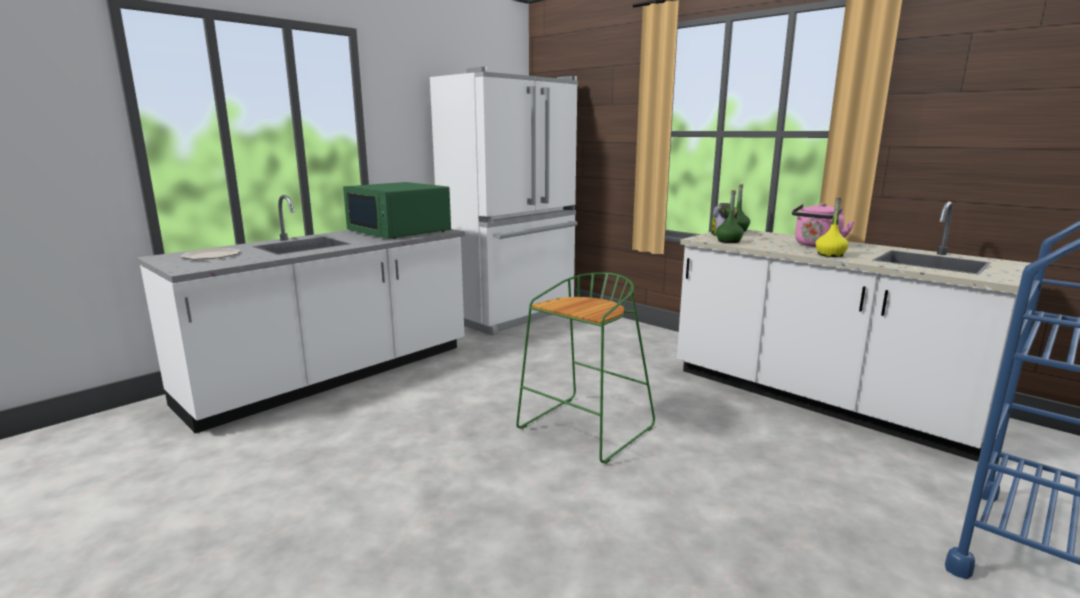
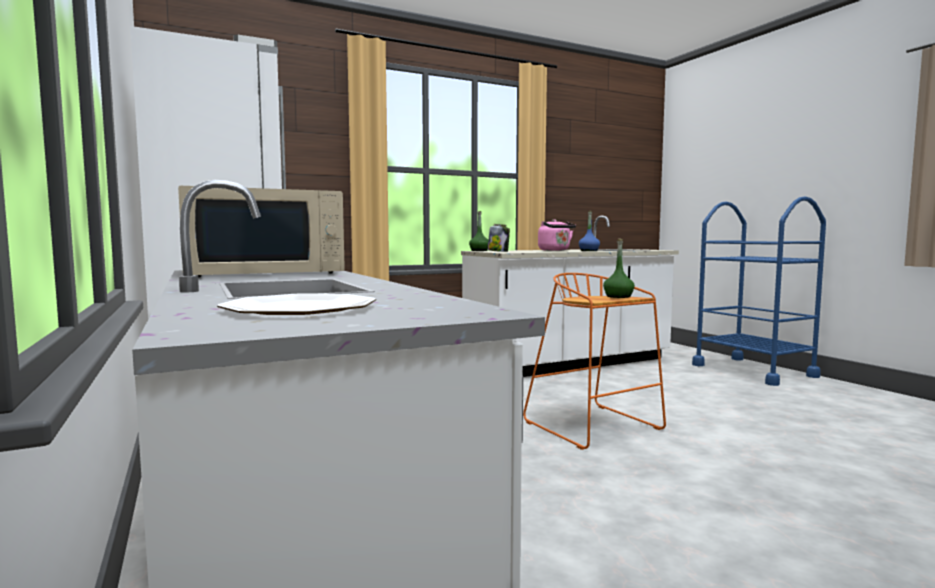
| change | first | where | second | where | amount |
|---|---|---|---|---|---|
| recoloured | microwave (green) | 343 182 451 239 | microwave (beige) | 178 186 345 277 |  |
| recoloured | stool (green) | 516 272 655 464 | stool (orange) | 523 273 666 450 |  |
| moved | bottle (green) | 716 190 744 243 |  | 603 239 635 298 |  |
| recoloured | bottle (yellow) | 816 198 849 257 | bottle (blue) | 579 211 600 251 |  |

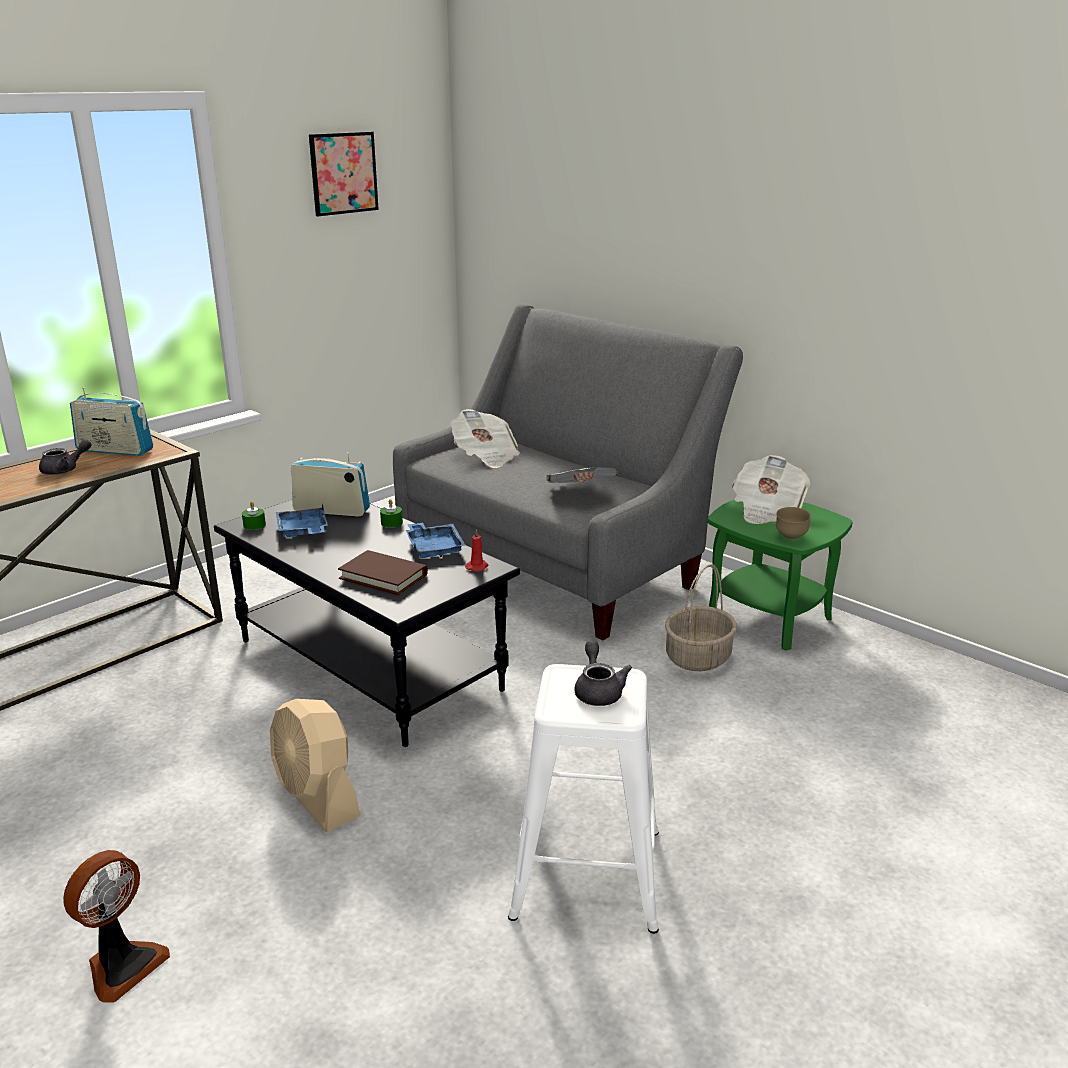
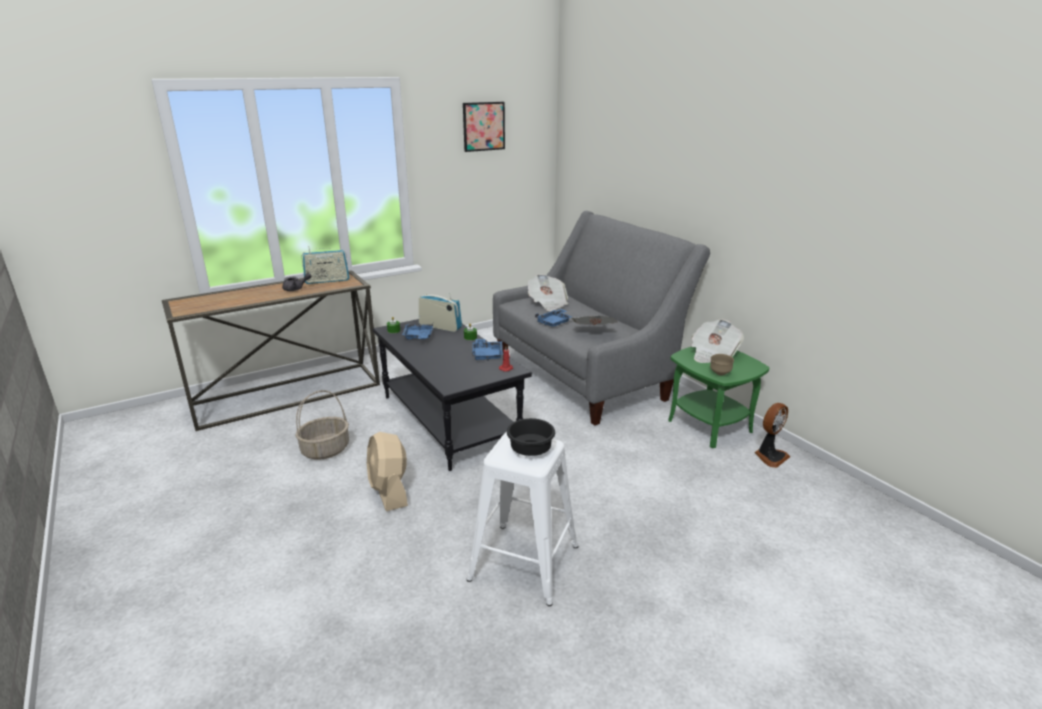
| change | first | where | second | where | amount |
|---|---|---|---|---|---|
| moved | fan | 63 850 170 1002 |  | 754 403 790 468 |  |
| turned | radio | 70 387 153 456 |  | 301 246 350 284 | 45 degrees counterclockwise |
| removed | book (brown) | 338 550 428 595 |  |  |  |
| replaced | teapot (grey) | 574 641 632 706 | bowl (black) | 507 418 555 456 |  |
| moved | basket | 665 564 737 671 |  | 295 390 349 460 |  |
| added |  |  | tray (blue) | 535 309 573 327 |  |

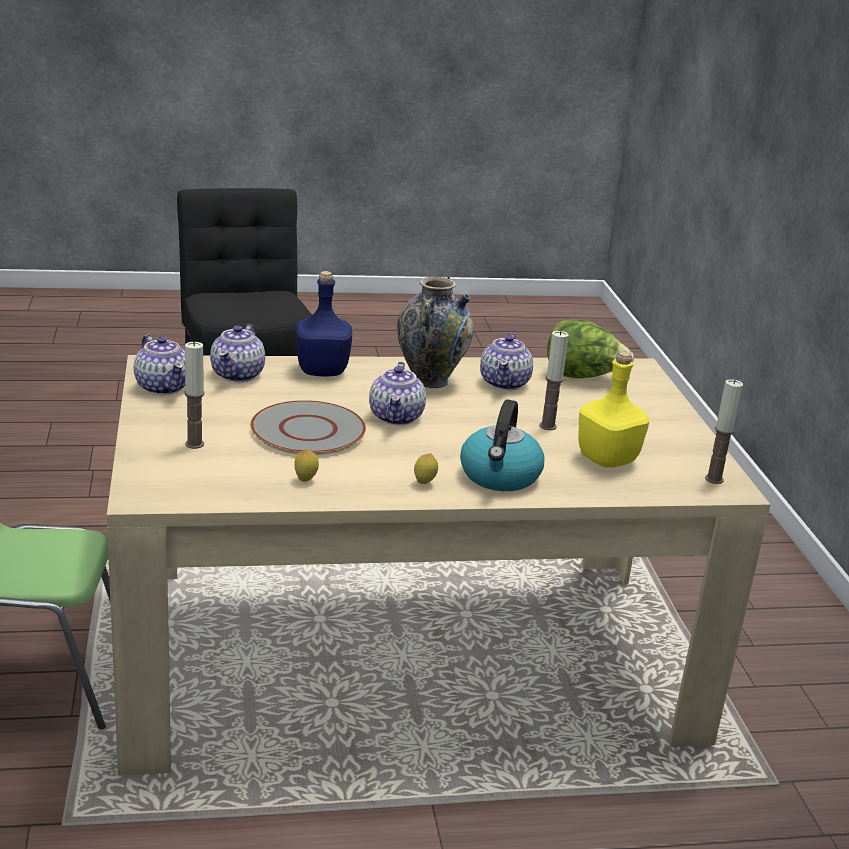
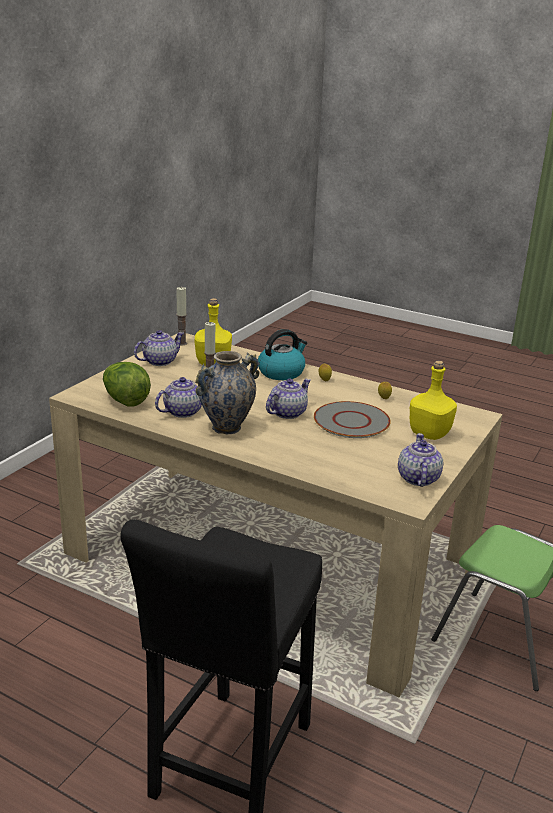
| change | first | where | second | where | amount |
|---|---|---|---|---|---|
| replaced | candle | 184 341 205 449 | bottle (yellow) | 410 361 457 440 |  |
| moved | teapot | 210 324 265 382 |  | 134 330 184 366 |  |
| removed | bottle (blue) | 296 271 352 376 |  |  |  |

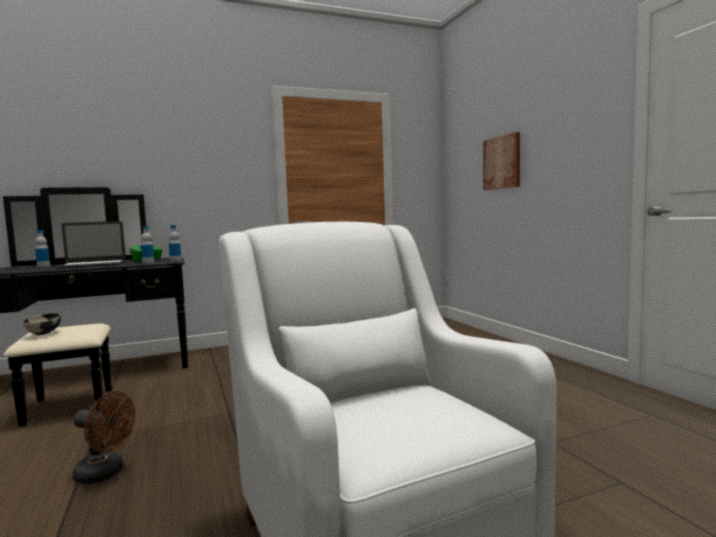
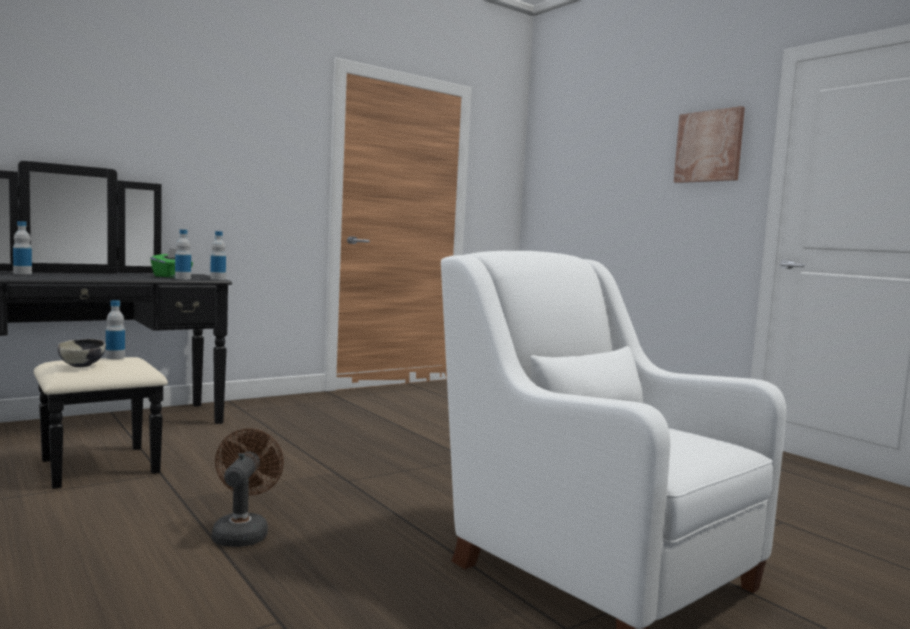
| change | first | where | second | where | amount |
|---|---|---|---|---|---|
| removed | laptop | 55 221 126 268 |  |  |  |
| turned | fan (brown) | 73 392 135 484 |  | 212 428 284 547 | 90 degrees counterclockwise |
| moved | picture | 483 132 520 190 |  | 674 106 745 183 |  |
| added |  |  | bottle | 106 300 125 359 |  |

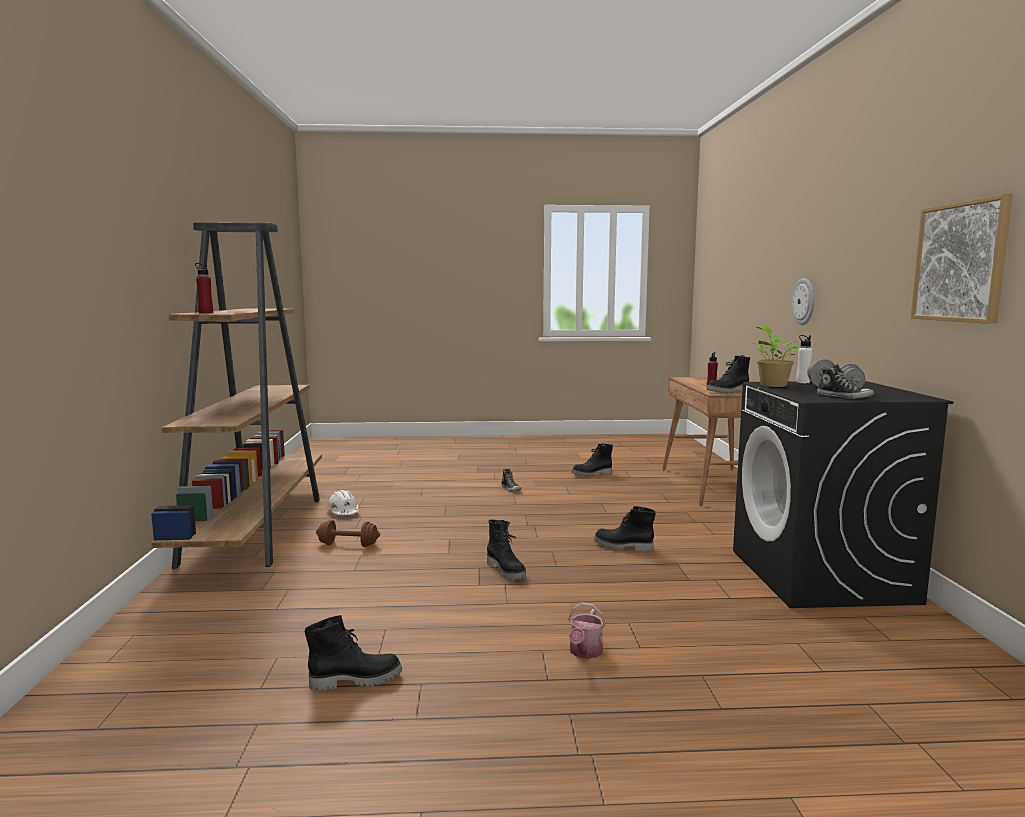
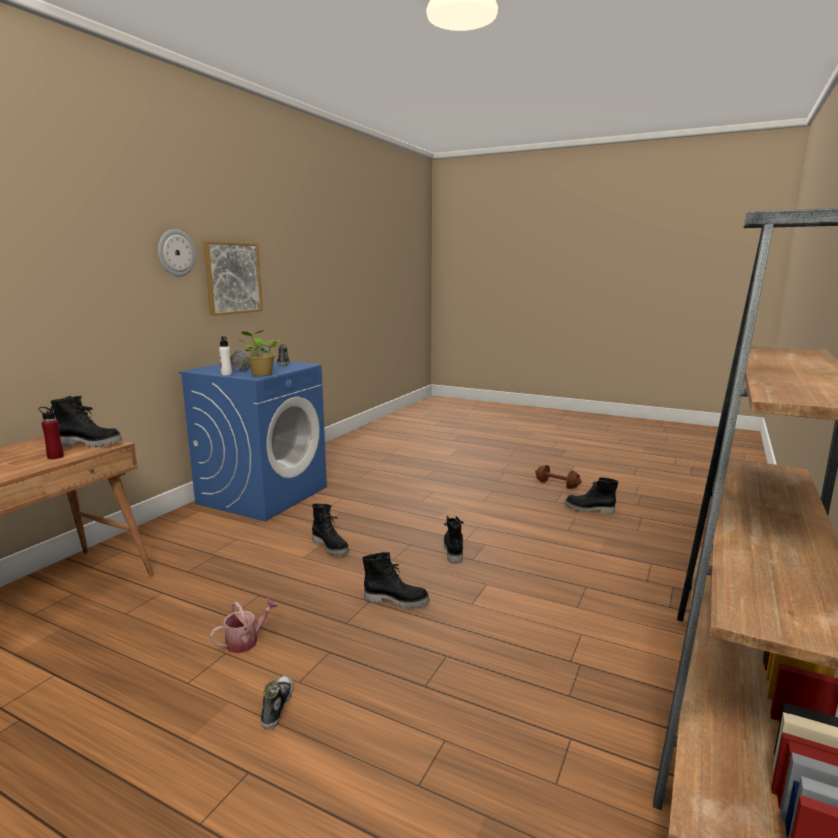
| change | first | where | second | where | amount |
|---|---|---|---|---|---|
| removed | bottle (red) | 195 263 213 314 |  |  |  |
| moved | dumbbell (brown) | 316 520 380 547 |  | 535 465 582 489 |  |
| removed | hard hat (white) | 326 490 359 515 |  |  |  |
| moved | watering can | 568 603 605 659 |  | 210 598 278 653 |  |
| moved | boot (black) | 572 443 613 477 |  | 362 552 430 609 |  |
| recoloured | washing machine (black) | 733 381 954 608 | washing machine (blue) | 179 360 327 522 |  |
| moved | wall clock | 792 278 815 325 |  | 158 229 196 277 |  |

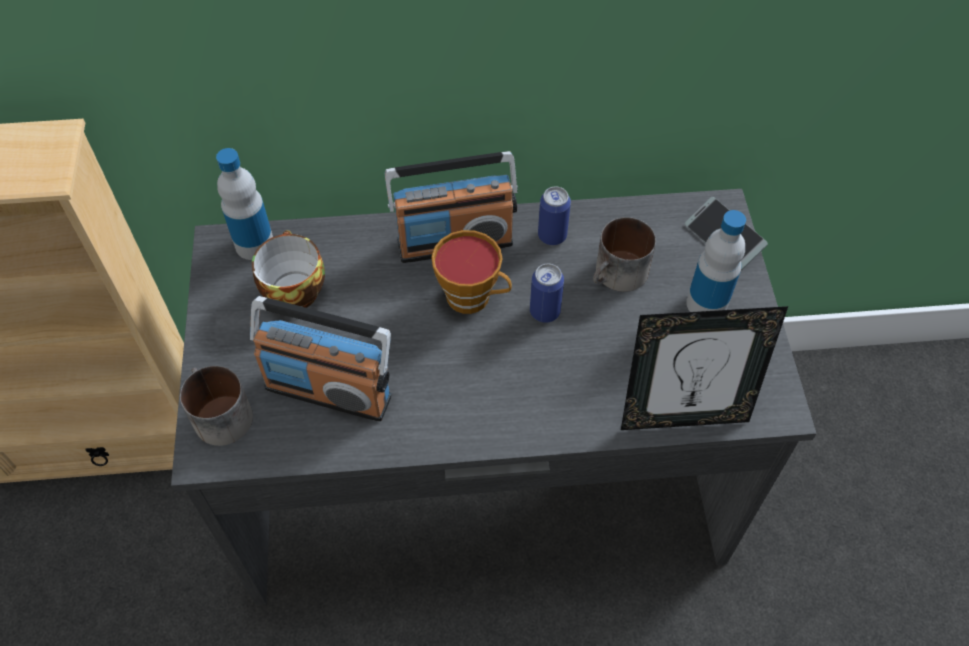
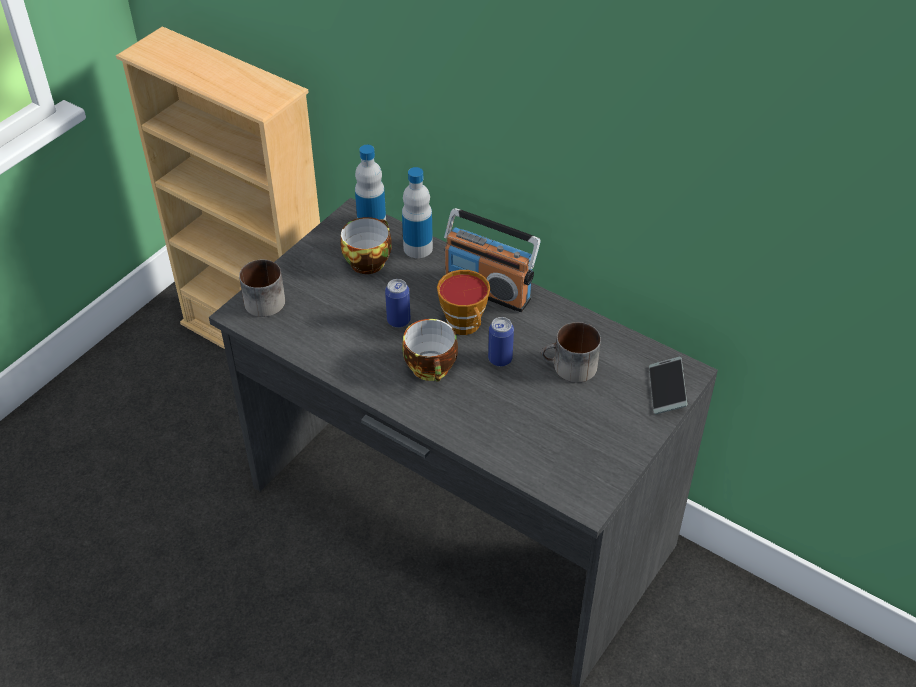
| change | first | where | second | where | amount |
|---|---|---|---|---|---|
| removed | radio | 250 296 392 422 |  |  |  |
| moved | can | 538 187 571 245 |  | 385 279 410 328 |  |
| removed | picture frame | 621 306 788 430 |  |  |  |
| moved | bottle | 686 210 746 312 |  | 402 167 433 258 |  |
| added |  |  | cup | 402 319 458 382 |  |

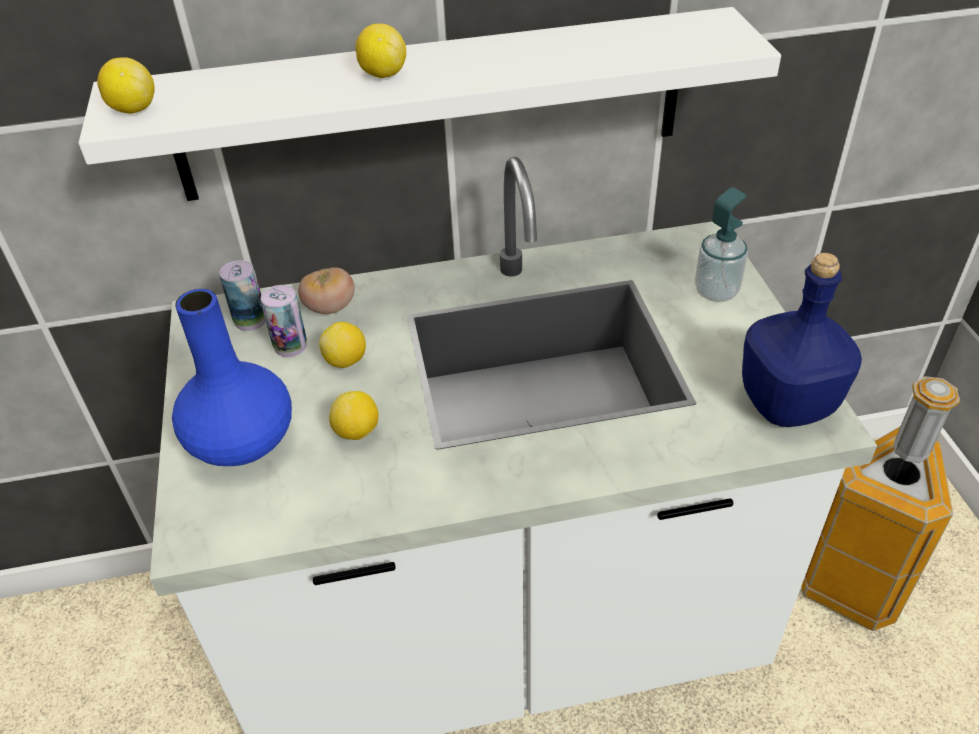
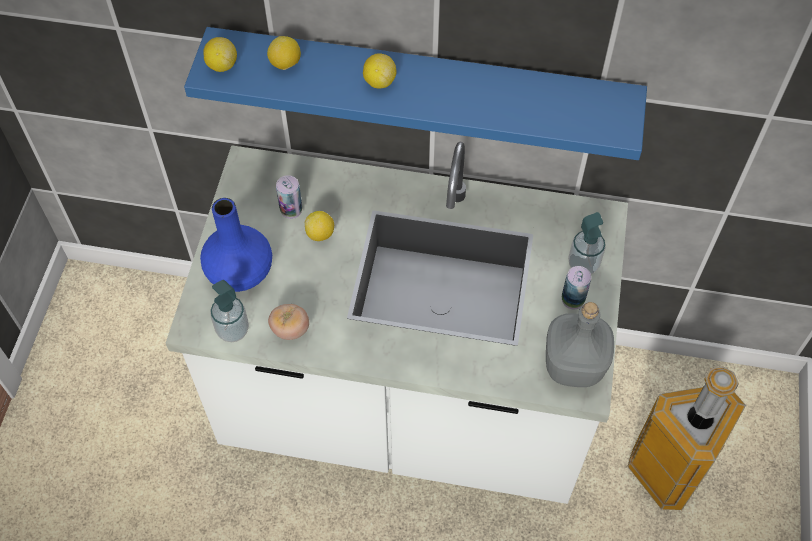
| change | first | where | second | where | amount |
|---|---|---|---|---|---|
| recoloured | shelf (white) | 79 7 781 201 | shelf (blue) | 184 27 647 160 |  |
| moved | can | 219 260 266 331 |  | 562 266 591 310 |  |
| moved | tomato | 298 267 355 314 |  | 268 304 309 340 |  |
| moved | lemon | 329 391 379 440 |  | 267 36 301 70 |  |
| recoloured | bottle (blue) | 742 253 862 427 | bottle (grey) | 546 302 614 387 |  |
| added |  |  | soap dispenser | 210 280 249 342 |  |

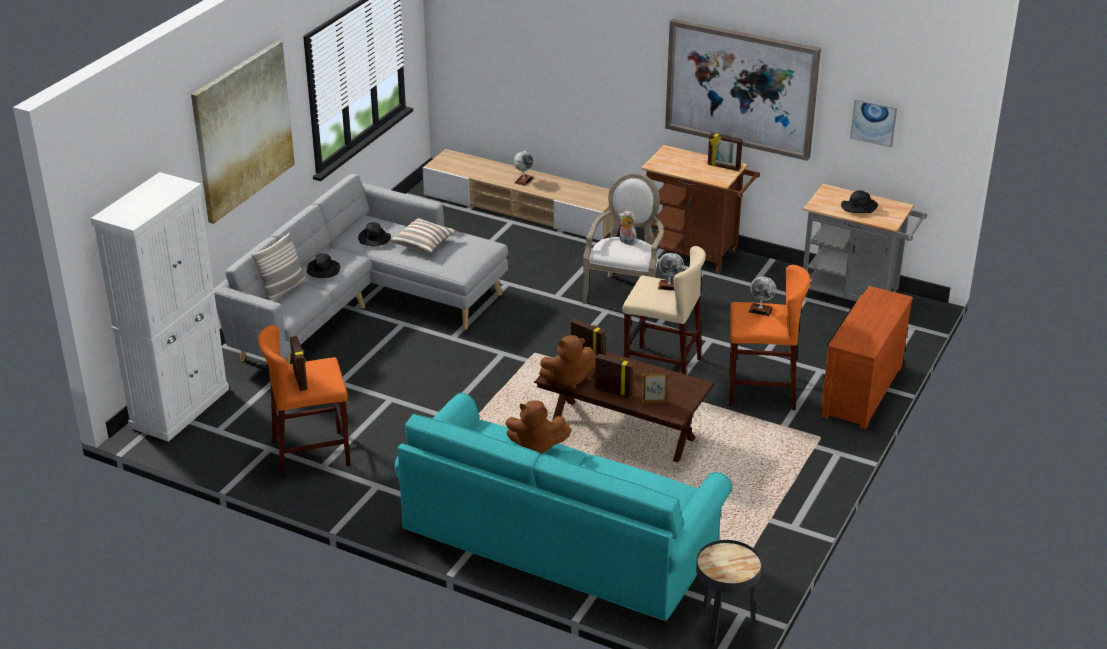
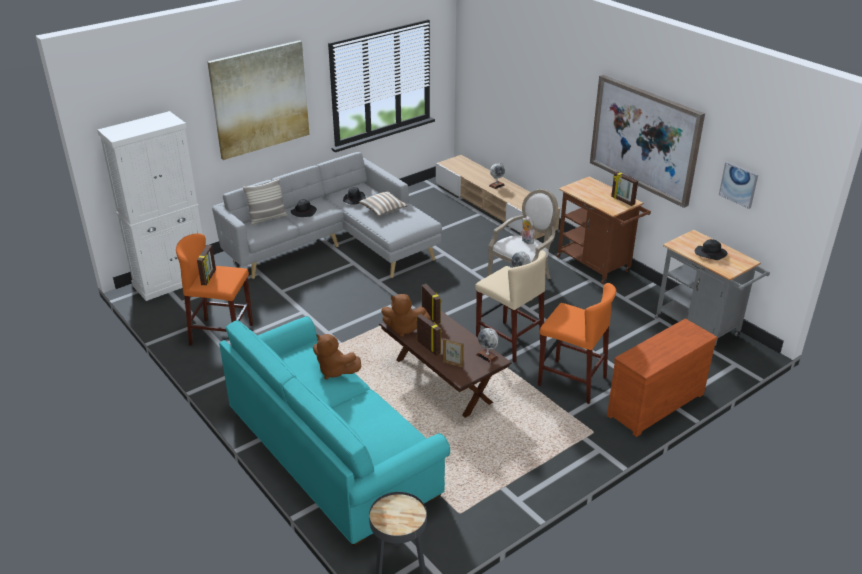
| change | first | where | second | where | amount |
|---|---|---|---|---|---|
| moved | globe | 748 276 777 316 |  | 476 328 499 363 |  |

